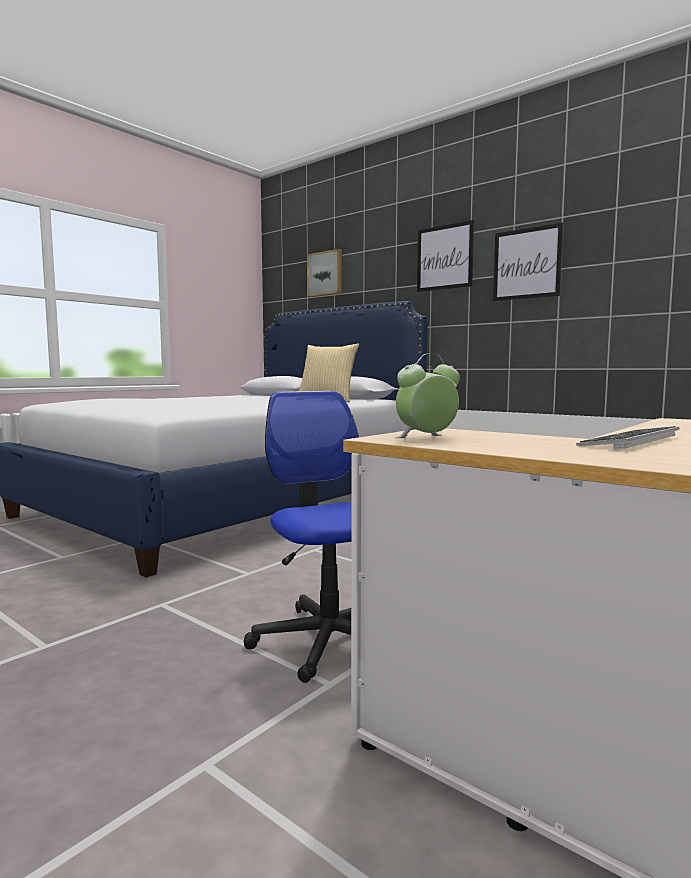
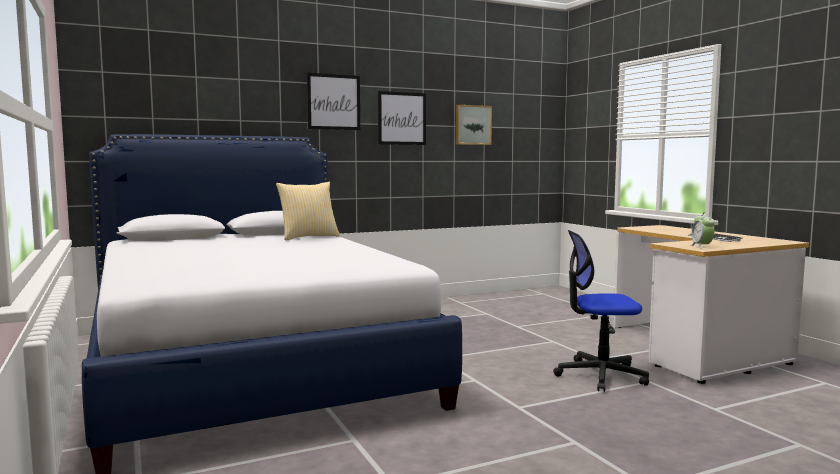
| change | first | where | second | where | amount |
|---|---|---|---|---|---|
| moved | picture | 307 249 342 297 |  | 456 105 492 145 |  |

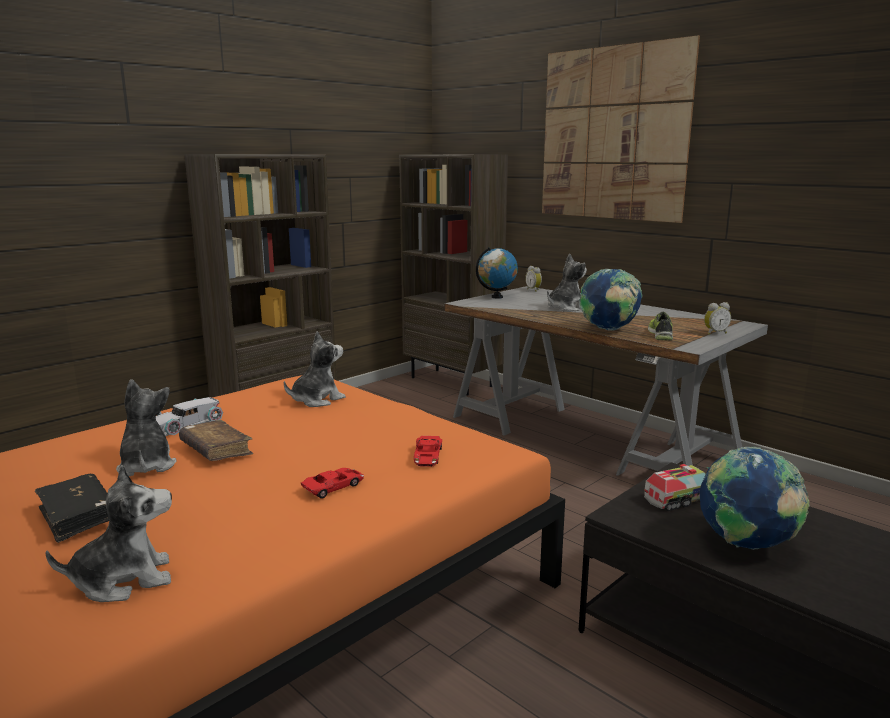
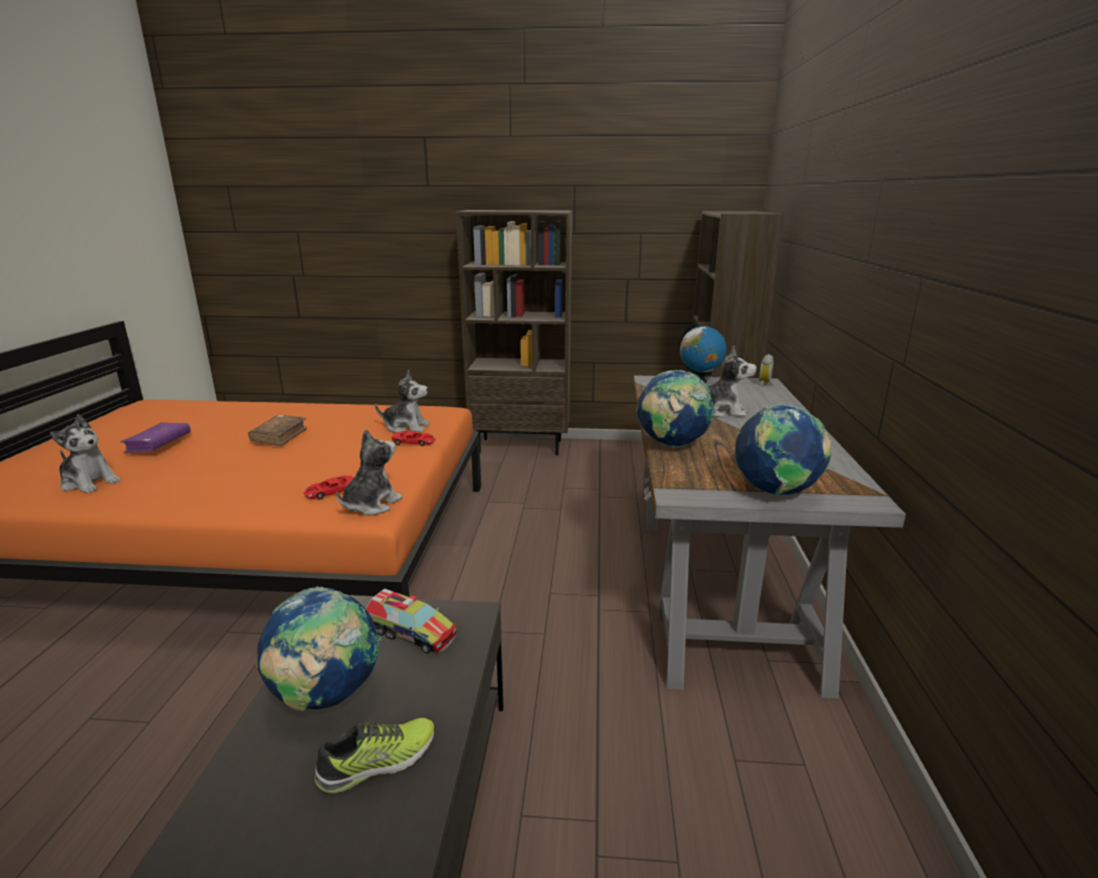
| change | first | where | second | where | amount |
|---|---|---|---|---|---|
| recoloured | book (black) | 35 474 110 543 | book (purple) | 120 422 191 453 |  |
| moved | plush toy | 116 379 177 476 |  | 336 429 403 516 |  |
| removed | toy car (white) | 156 397 223 436 |  |  |  |
| moved | toy car (red) | 301 468 364 499 |  | 392 431 436 446 |  |
| removed | picture | 542 35 700 223 |  |  |  |
| moved | shoe | 648 312 673 340 |  | 315 718 434 794 |  |
| replaced | alarm clock | 704 302 731 335 | globe | 735 404 832 497 |  |

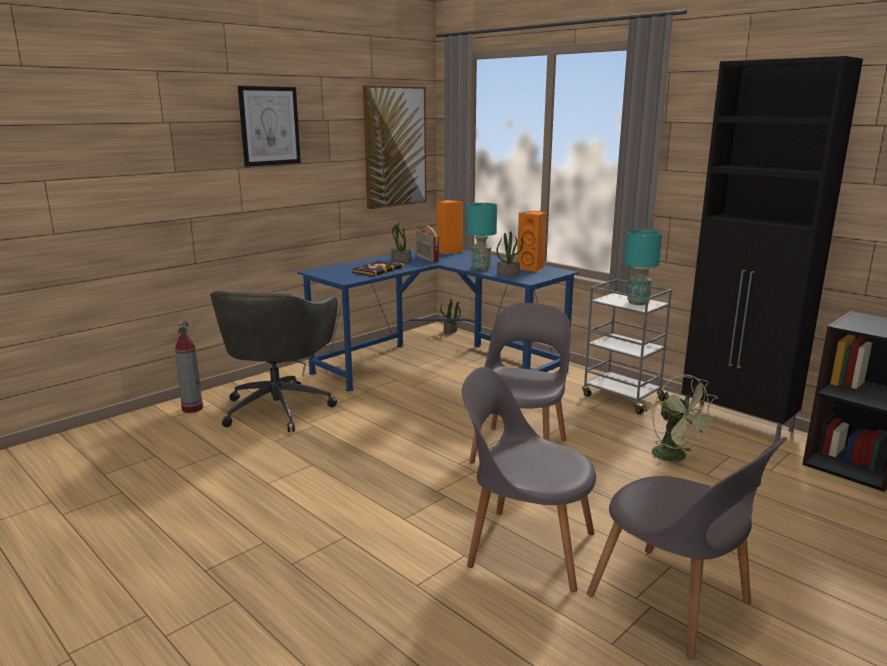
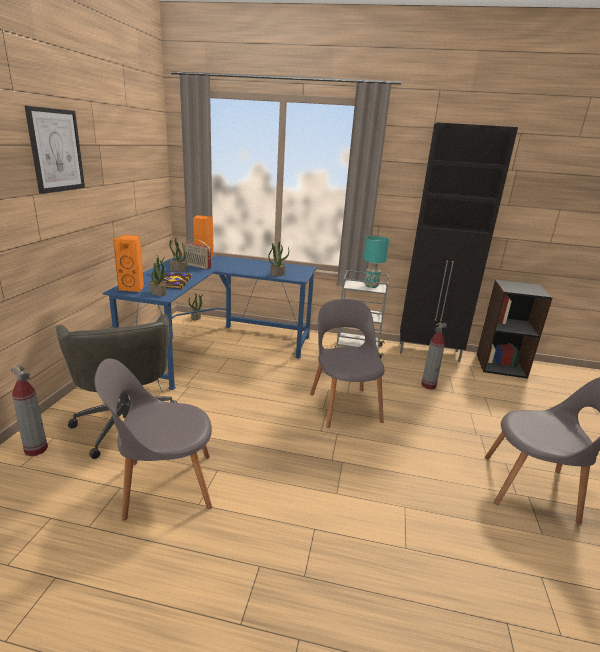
| change | first | where | second | where | amount |
|---|---|---|---|---|---|
| removed | picture | 363 86 426 209 |  |  |  |
| moved | chair (grey) | 462 367 596 592 |  | 94 359 212 520 |  |
| removed | table lamp (turquoise) | 467 203 497 270 |  |  |  |
| moved | speaker (orange) | 517 211 547 272 |  | 113 235 144 292 |  |
| replaced | fan (green) | 652 374 718 466 | fire extinguisher | 421 322 447 389 |  |
| added |  |  | potted plant | 150 255 167 296 |  |

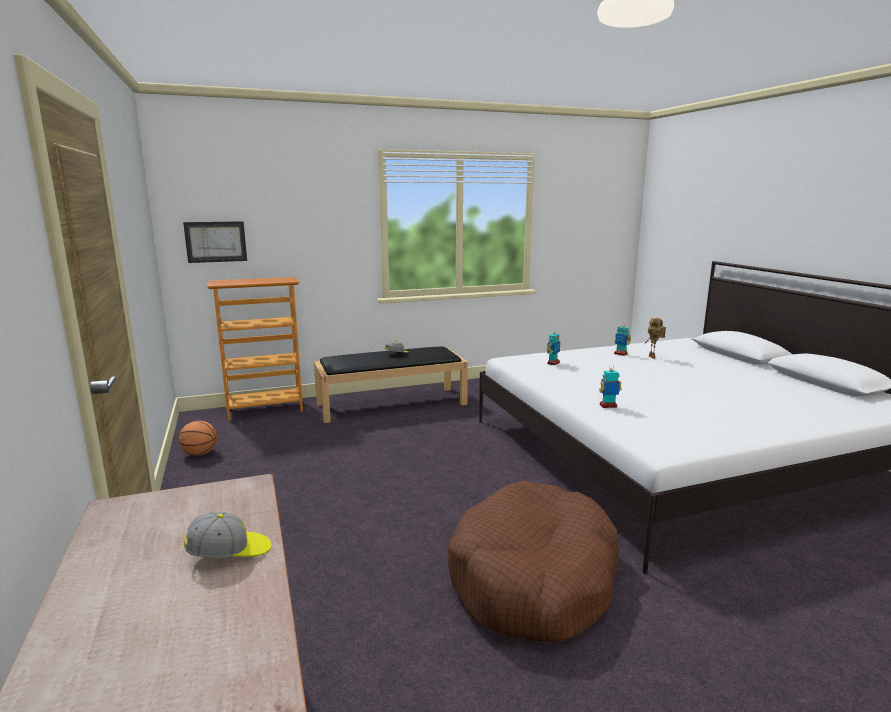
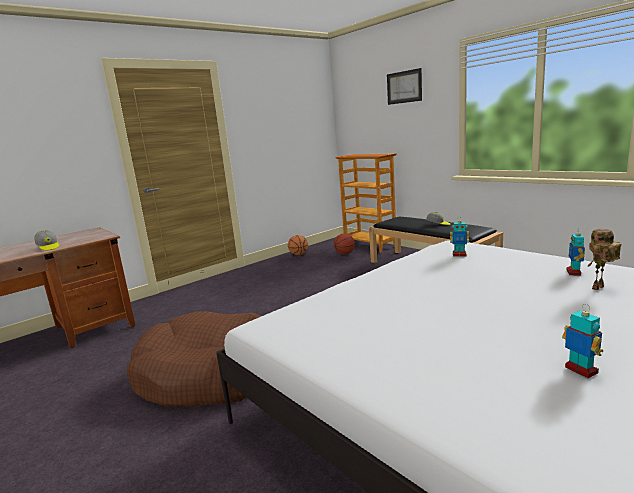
| change | first | where | second | where | amount |
|---|---|---|---|---|---|
| moved | picture | 183 221 247 263 |  | 387 68 422 105 |  |
| moved | toy robot | 599 365 622 408 |  | 562 304 603 378 |  |
| added |  |  | basketball | 334 233 355 255 |  |

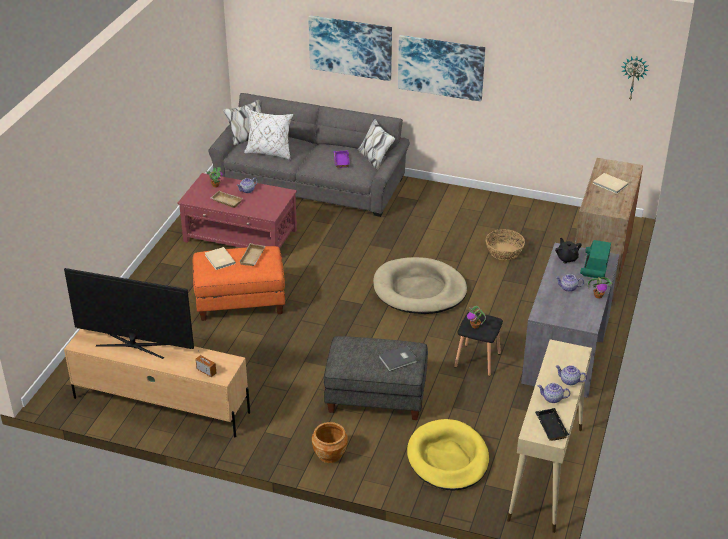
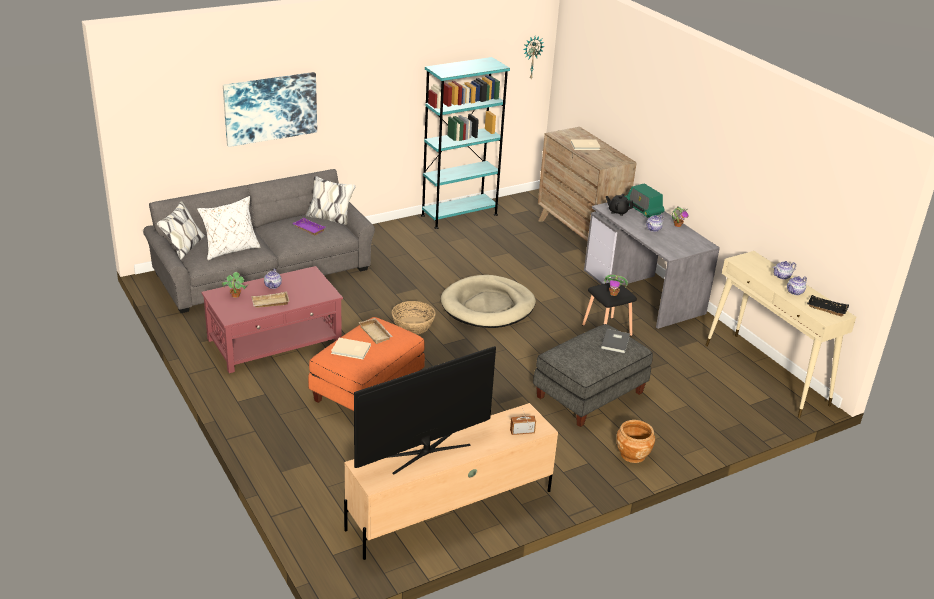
| change | first | where | second | where | amount |
|---|---|---|---|---|---|
| removed | picture | 398 35 485 102 |  |  |  |
| removed | dog bed (yellow) | 407 419 489 491 |  |  |  |
| moved | basket | 486 229 525 260 |  | 392 301 436 334 |  |
| added |  |  | bookcase (turquoise) | 421 57 510 229 |  |

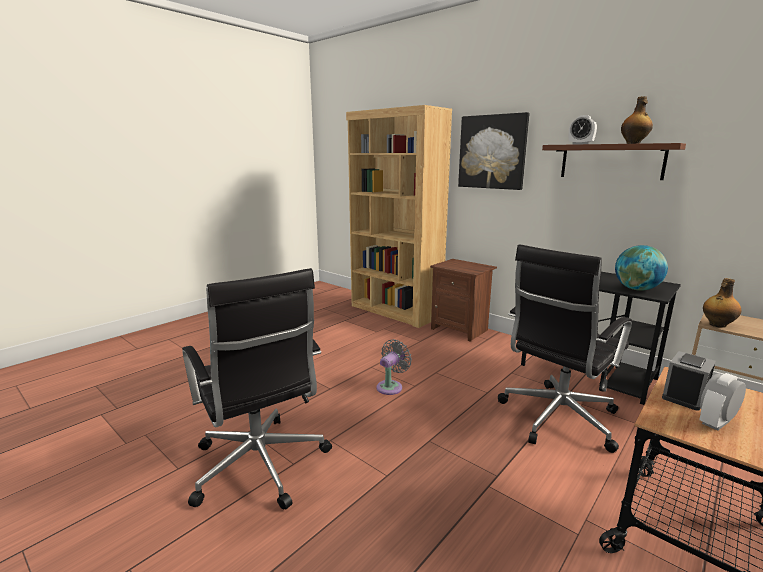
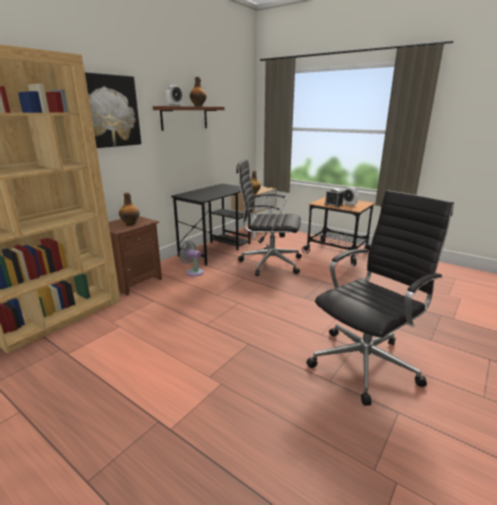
| change | first | where | second | where | amount |
|---|---|---|---|---|---|
| moved | fan (grey) | 377 339 412 395 |  | 179 241 204 276 |  |
| turned | office chair (black) | 498 244 632 453 |  | 236 159 302 276 | 150 degrees clockwise |
| removed | globe | 615 245 668 291 |  |  |  |
| added |  |  | bottle | 119 193 140 226 |  |

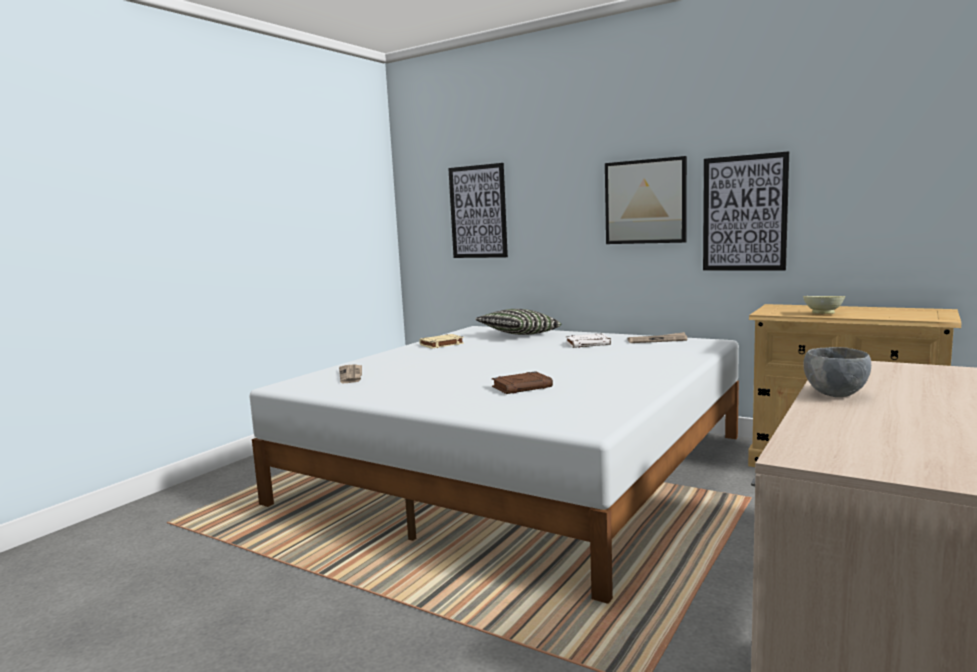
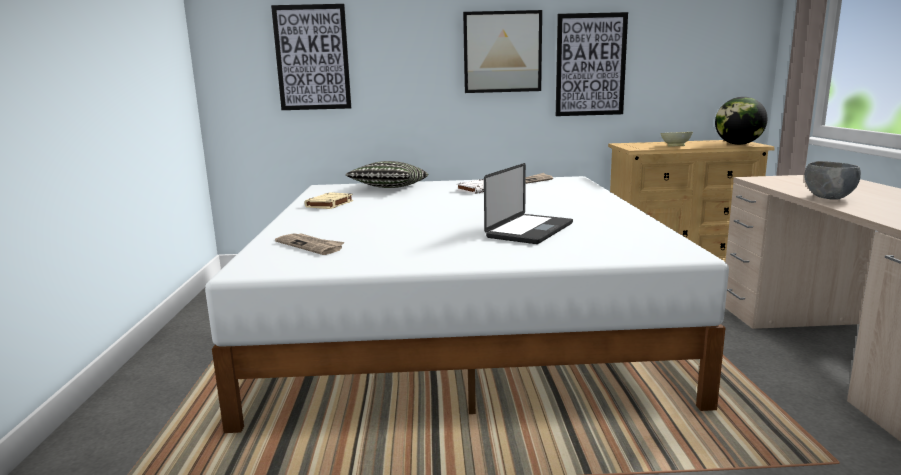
| change | first | where | second | where | amount |
|---|---|---|---|---|---|
| replaced | book (brown) | 492 371 553 394 | laptop | 484 163 573 244 |  |
| added |  |  | globe | 715 97 767 145 |  |

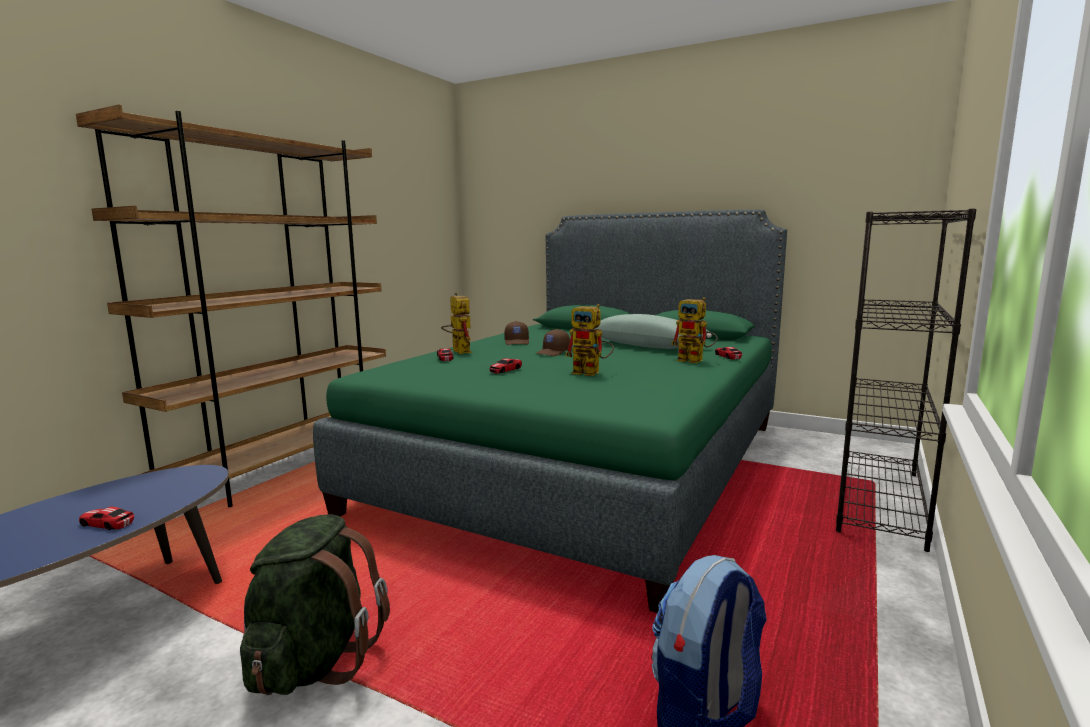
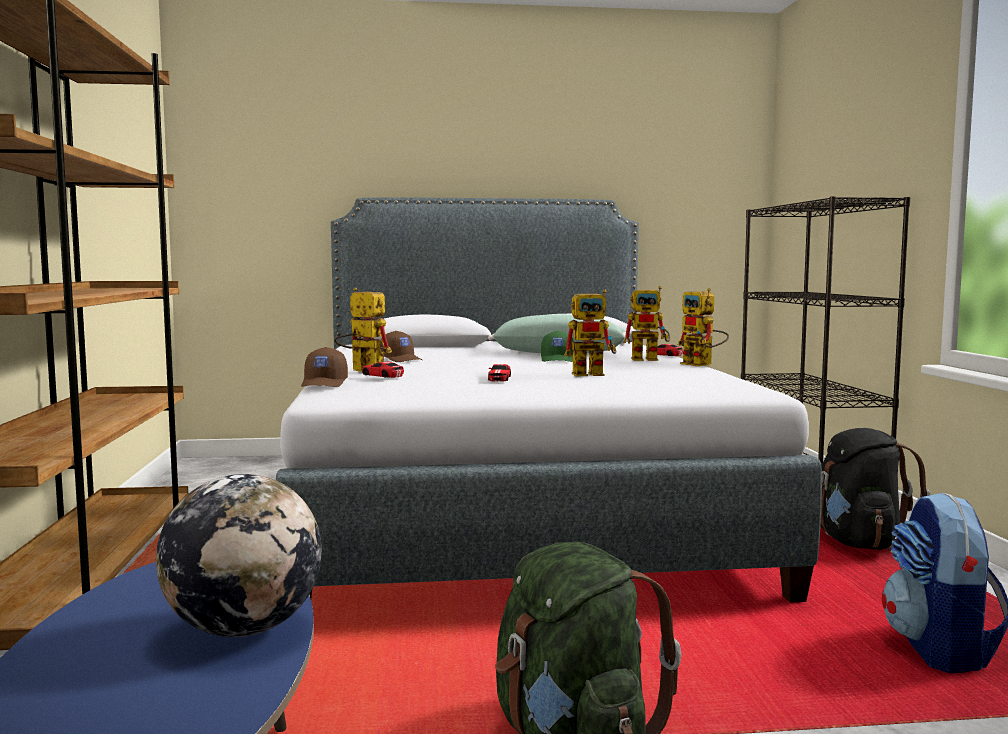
| change | first | where | second | where | amount |
|---|---|---|---|---|---|
| replaced | toy car | 79 507 134 530 | globe | 156 474 322 637 |  |
| recoloured | bed (green) | 313 210 787 613 | bed (grey) | 276 197 822 603 |  |
| moved | cap (brown) | 536 329 570 356 |  | 301 347 348 387 |  |
| added |  |  | cap (green) | 541 331 574 362 |  |
| added |  |  | toy robot | 678 288 729 367 |  |
| added |  |  | backpack (black) | 821 428 930 550 |  |

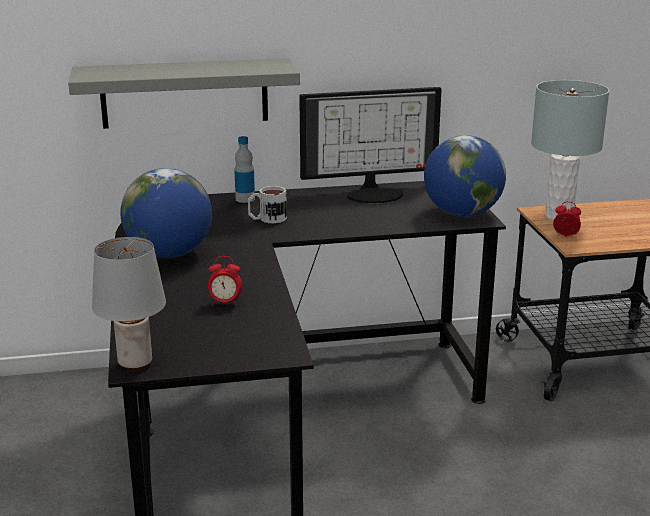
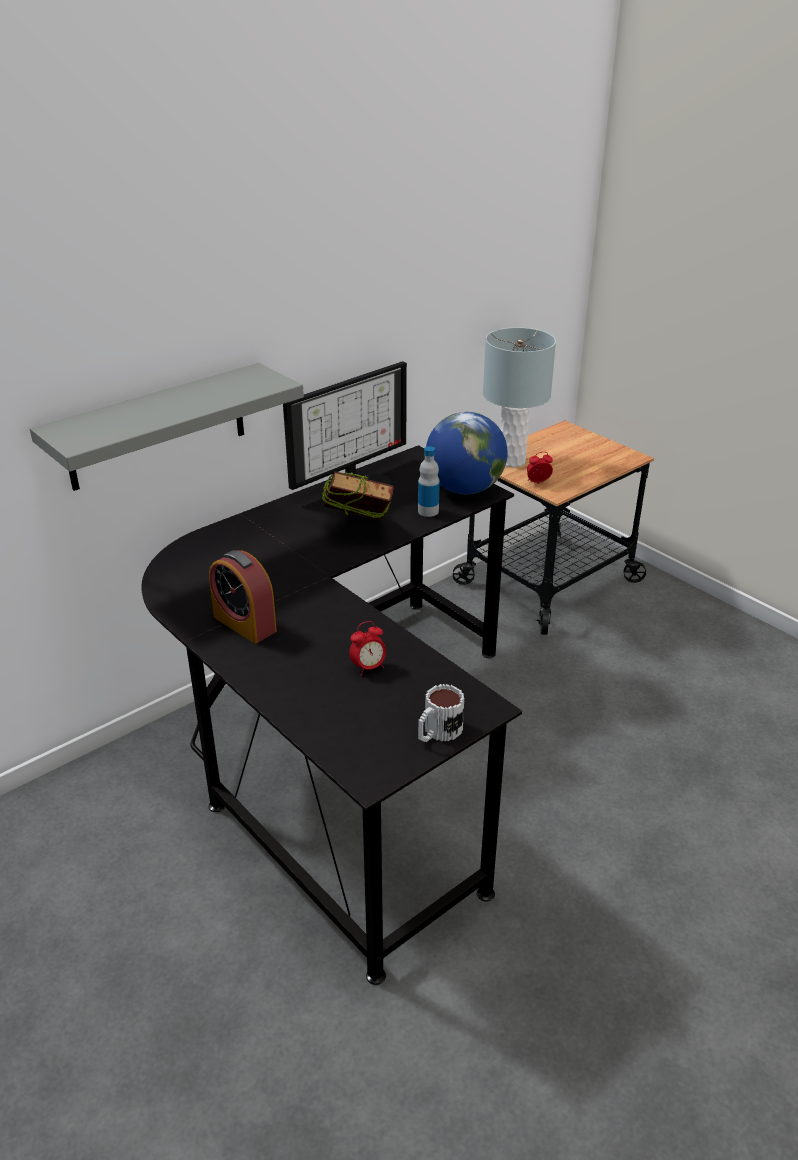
| change | first | where | second | where | amount |
|---|---|---|---|---|---|
| removed | table lamp (grey) | 92 237 166 371 |  |  |  |
| replaced | globe | 121 168 212 258 | alarm clock | 209 550 277 643 |  |
| moved | bottle | 234 136 255 203 |  | 418 446 440 517 |  |
| moved | mug | 248 186 287 224 |  | 418 684 464 742 |  |
| added |  |  | book | 321 471 394 520 |  |

